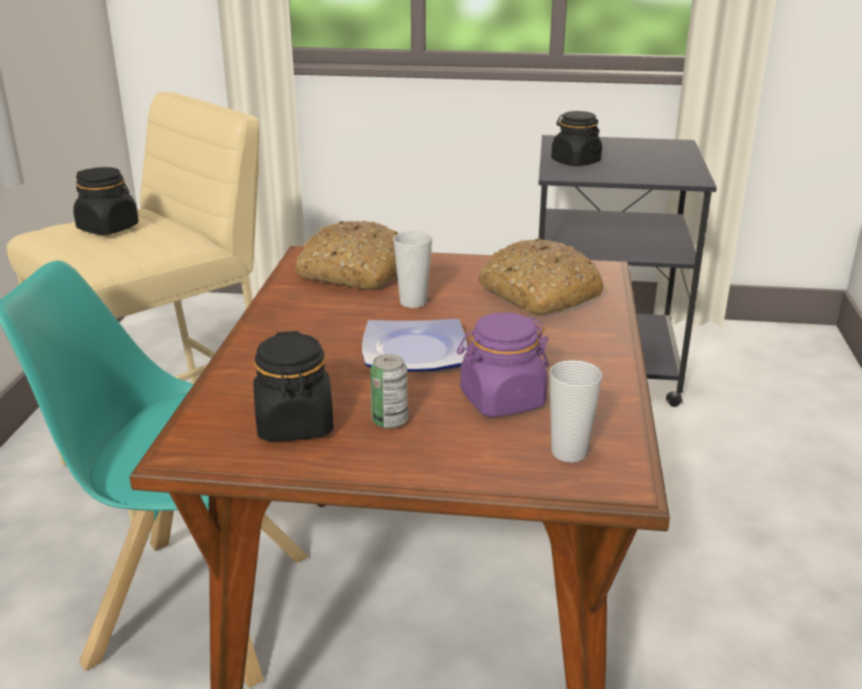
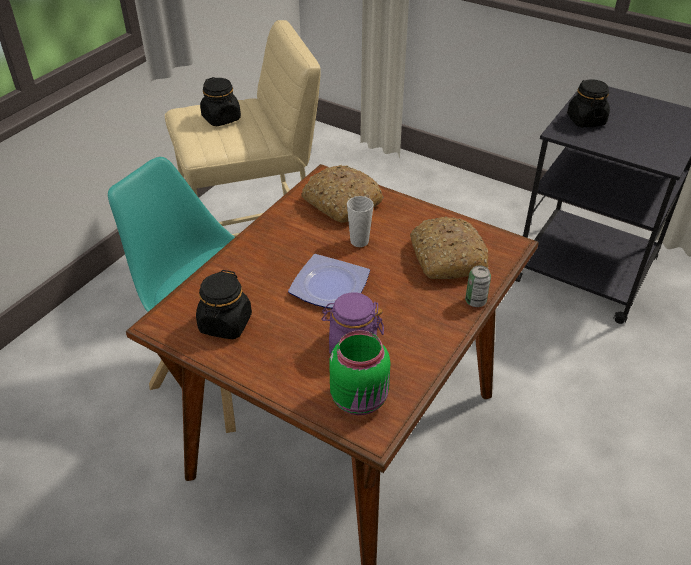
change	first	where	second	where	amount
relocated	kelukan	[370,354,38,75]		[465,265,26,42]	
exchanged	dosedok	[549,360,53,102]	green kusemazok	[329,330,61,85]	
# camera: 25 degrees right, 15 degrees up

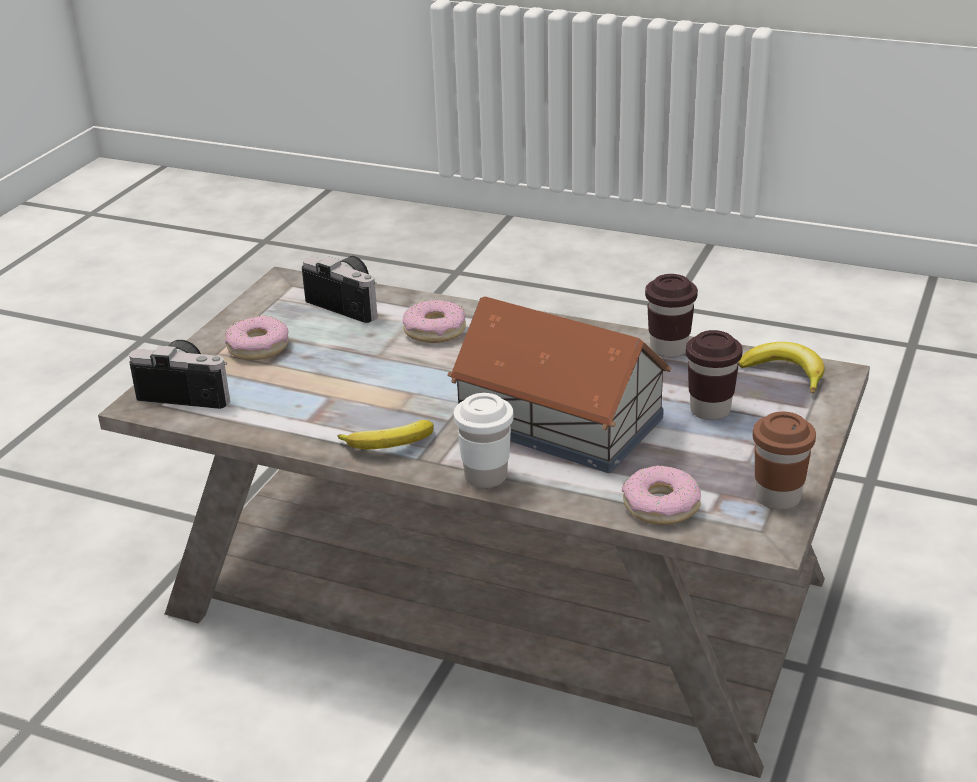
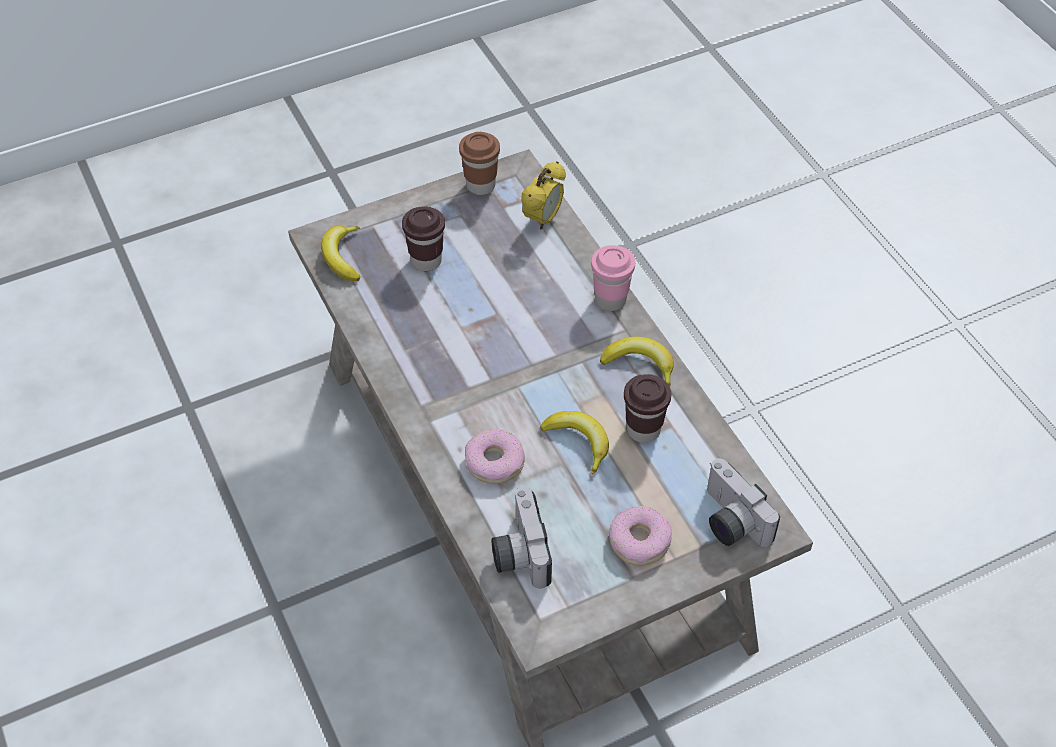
change	first	where	second	where	amount
relocated	brown dosedok	[645,274,53,84]		[624,374,47,69]	
missing	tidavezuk	[447,297,224,176]			
colour	white dosedok	[454,393,60,95]	pink dosedok	[591,245,44,66]	
exchanged	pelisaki	[622,465,79,60]	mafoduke	[521,161,45,69]	
appeared			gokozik	[540,411,69,64]	
# camera: 140 degrees left, 20 degrees up

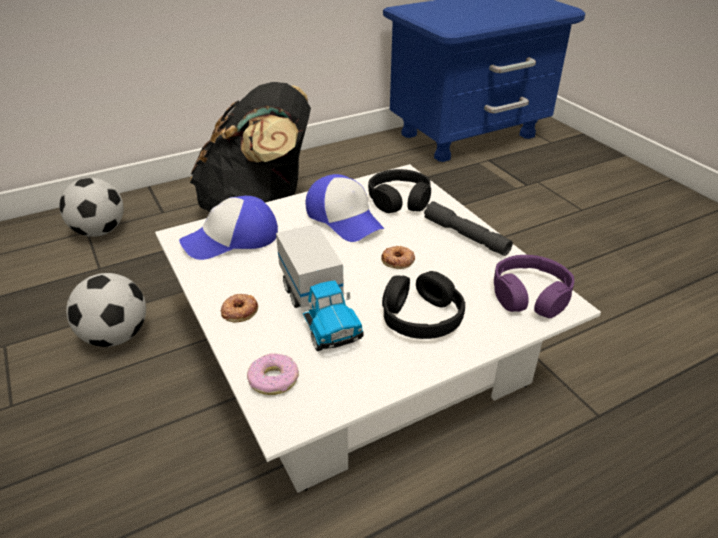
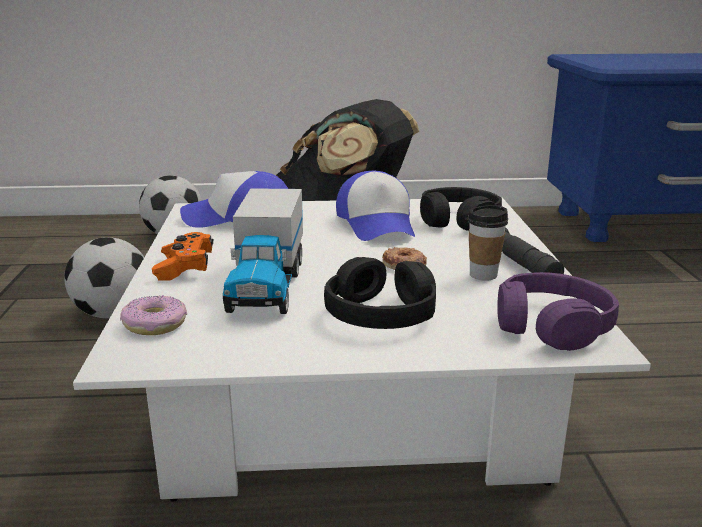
change	first	where	second	where	amount
exchanged	pelisaki	[221,294,37,29]	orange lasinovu	[152,232,61,49]	
appeared			dosedok	[468,205,40,76]	
# camera: 25 degrees right, 15 degrees down

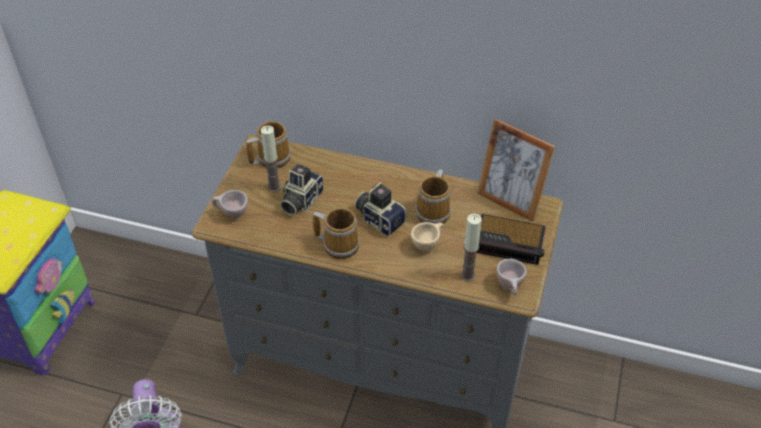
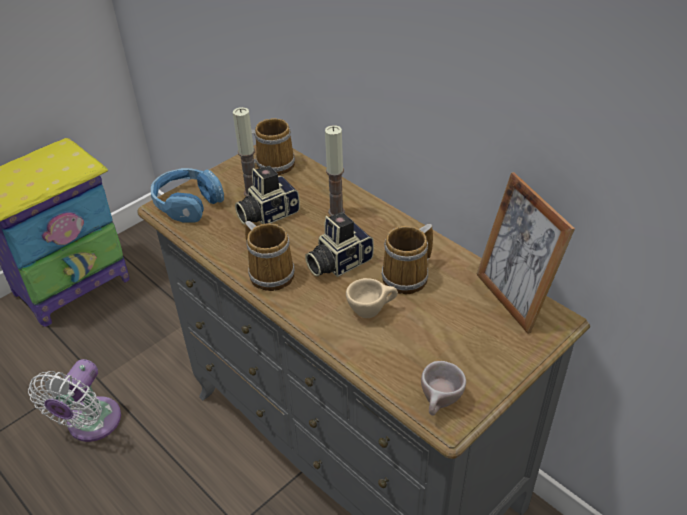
change	first	where	second	where	amount
spun	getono	[355,182,53,54]		[305,212,69,65]	105 degrees counterclockwise
exchanged	beige dosedok	[212,190,36,28]	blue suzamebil	[151,168,73,55]	
relocated	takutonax	[461,214,21,68]		[325,125,20,91]	
missing	mafoduke	[476,214,70,51]			
# camera: 30 degrees right, 5 degrees down

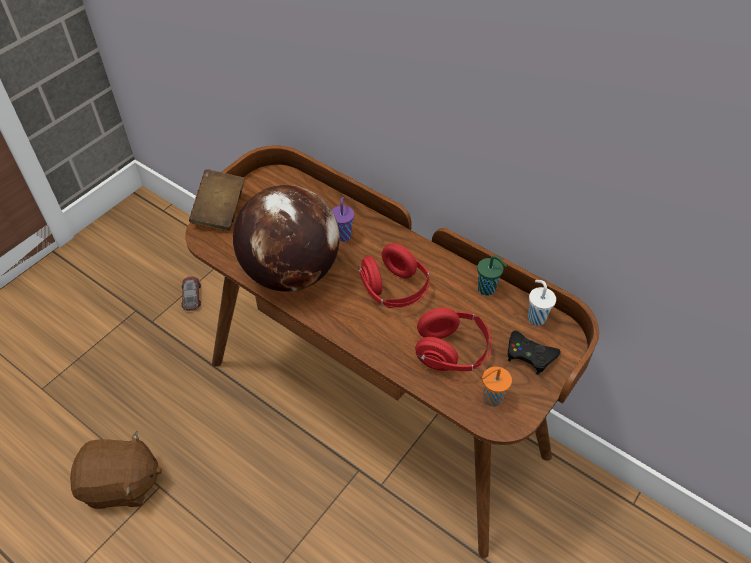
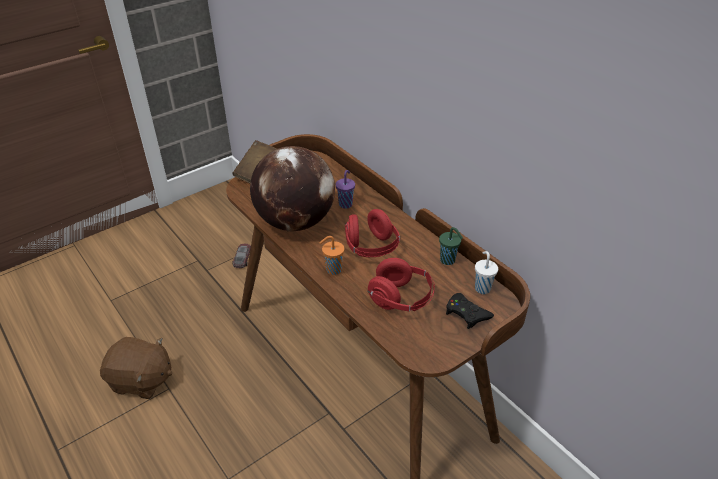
change	first	where	second	where	amount
relocated	orange dosedok	[482,367,30,40]		[319,236,25,39]	
# camera: 15 degrees right, 10 degrees down

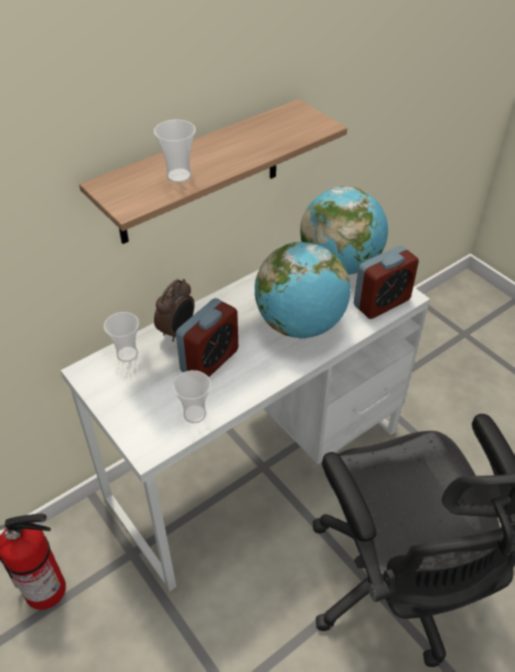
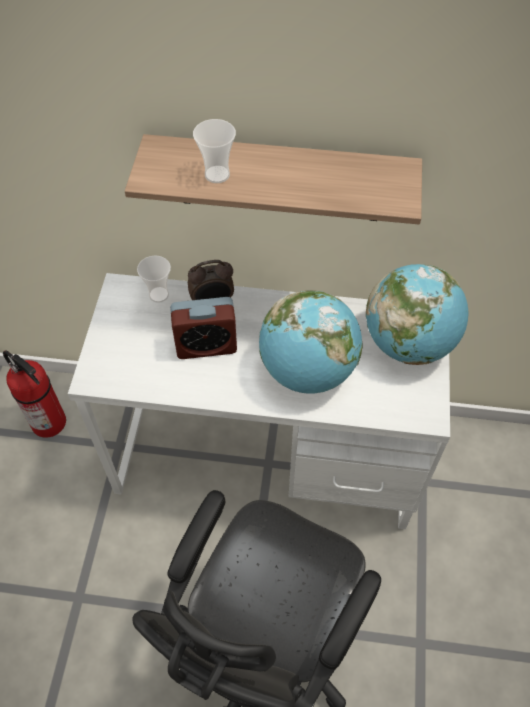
change	first	where	second	where	amount
missing	mafoduke	[354,246,65,73]			
missing	dosedok	[173,370,38,53]			
# camera: 45 degrees right, 10 degrees up

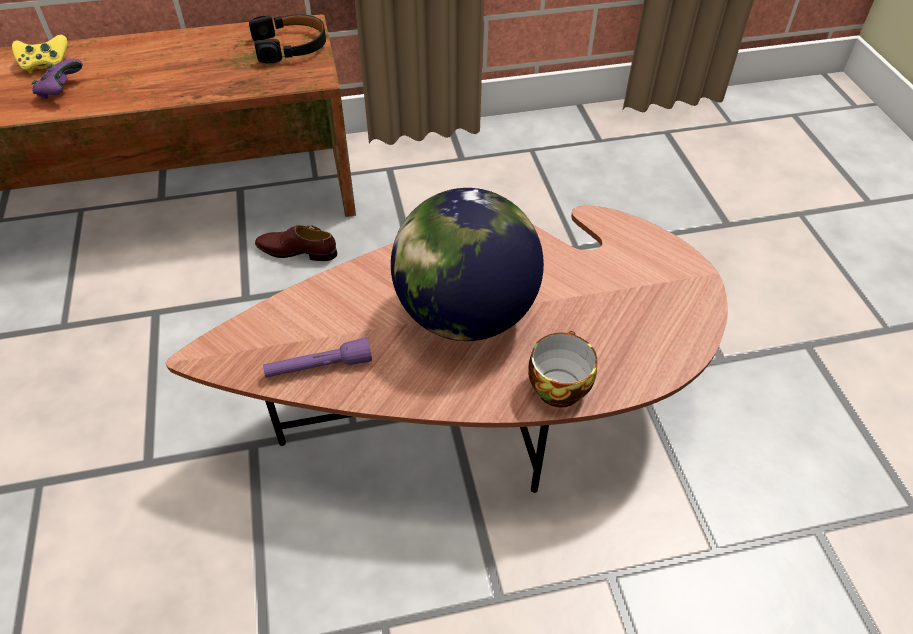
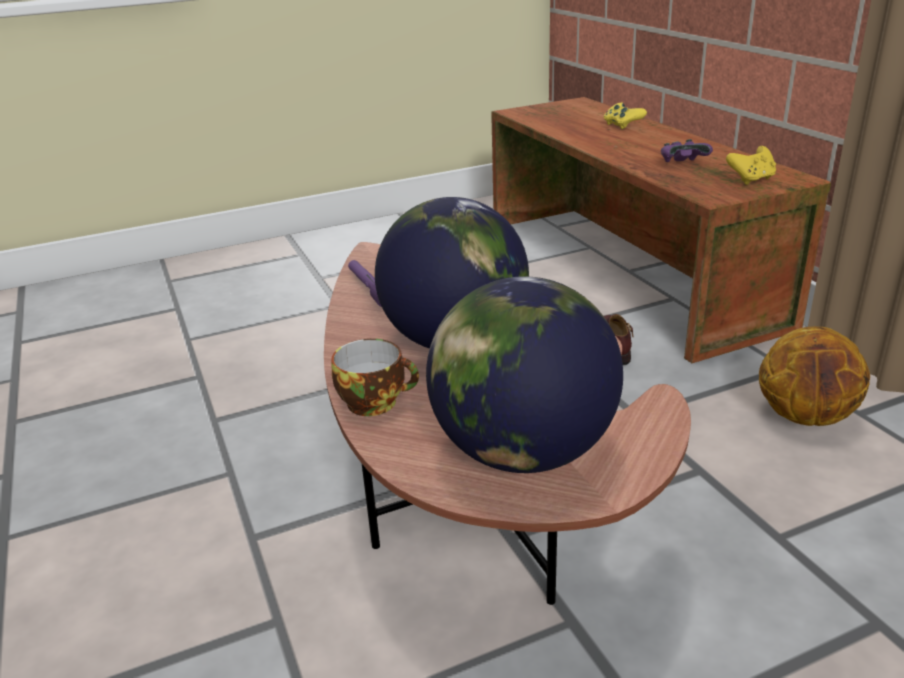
change	first	where	second	where	amount
exchanged	black suzamebil	[249,14,77,49]	yellow lasinovu	[726,146,50,39]	
relocated	purple lasinovu	[31,59,52,40]		[661,139,52,23]	
appeared			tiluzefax	[426,276,197,197]	
appeared			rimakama	[759,326,111,100]	
# camera: 80 degrees right, 20 degrees down

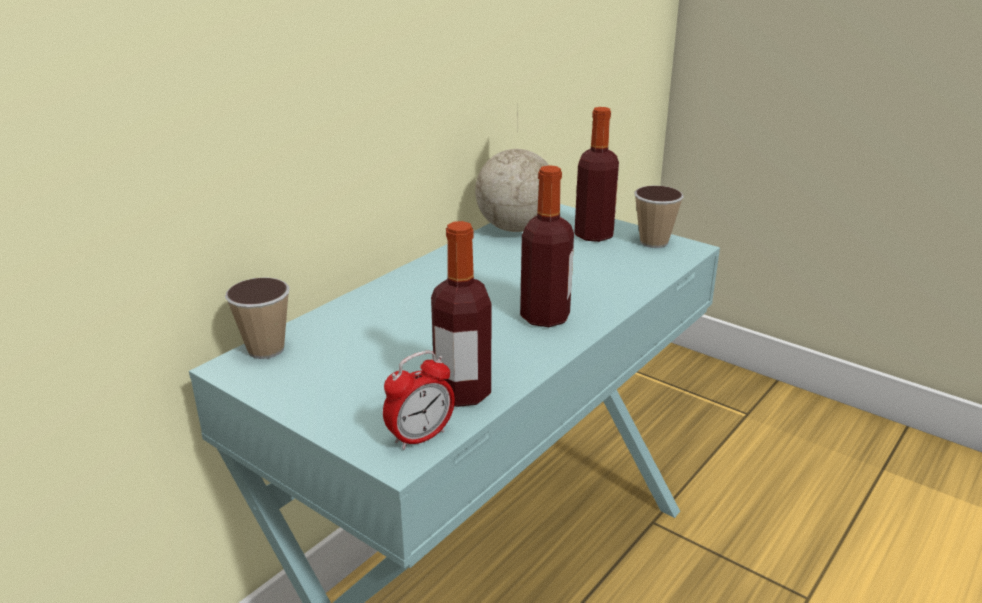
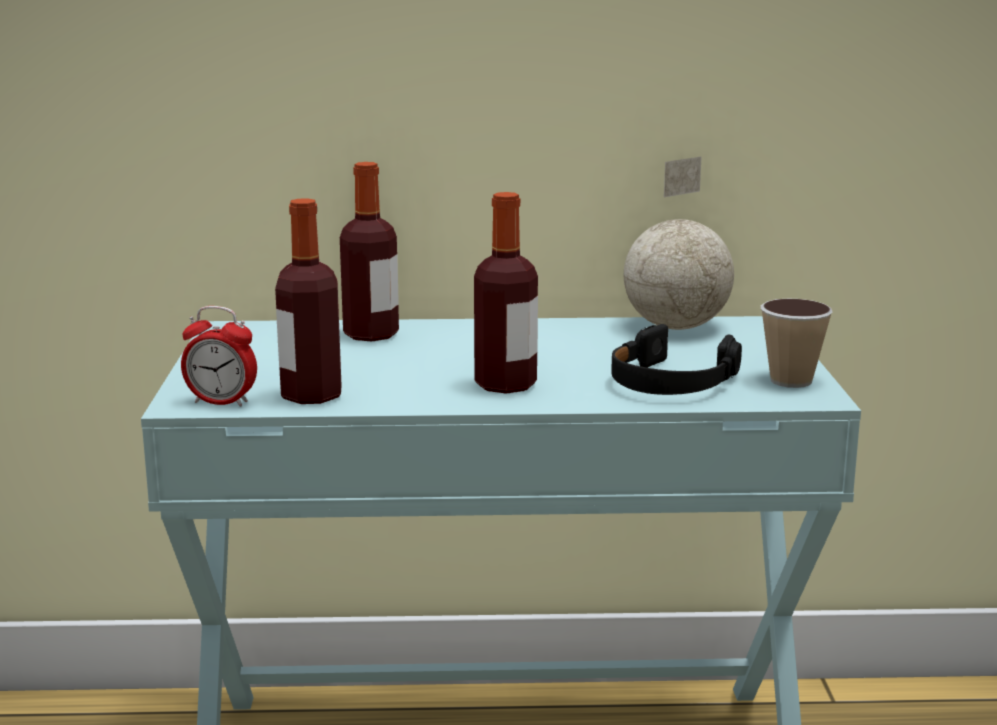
change	first	where	second	where	amount
relocated	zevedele	[574,107,45,135]		[340,162,59,180]	
missing	dosedok	[225,277,65,82]			
appeared			black suzamebil	[611,324,131,71]	
# camera: 50 degrees right, 10 degrees down

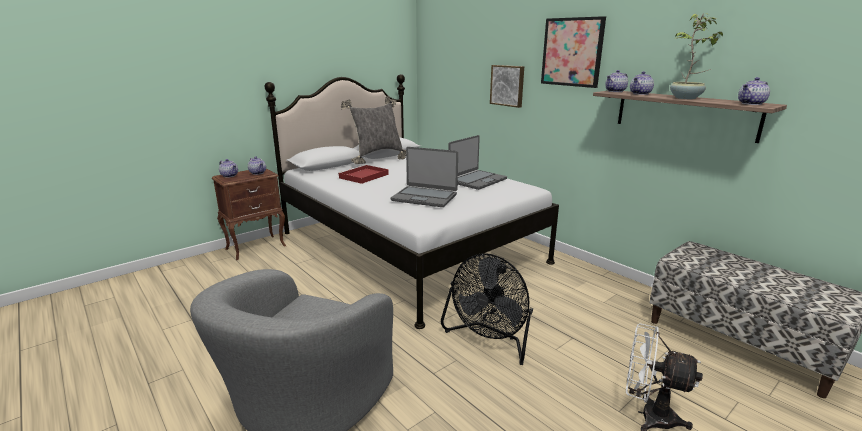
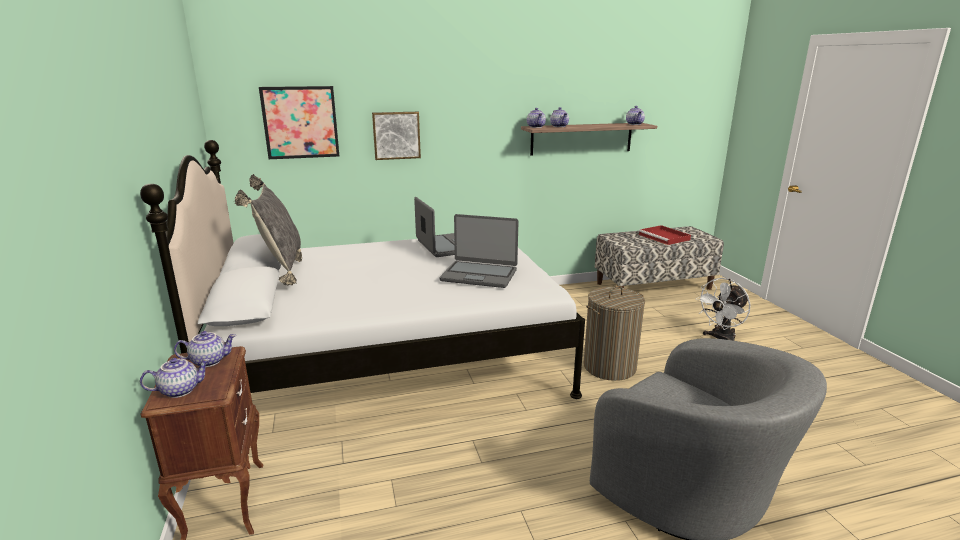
change	first	where	second	where	amount
missing	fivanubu	[670,13,53,86]			
relocated	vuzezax	[541,16,65,72]		[259,86,80,73]	
spun	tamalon	[391,147,67,60]		[440,214,79,74]	60 degrees clockwise
relocated	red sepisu	[338,165,51,19]		[639,225,52,20]	
exchanged	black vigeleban	[441,253,92,112]	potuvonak	[584,285,61,96]	
# camera: 65 degrees left, 0 degrees up

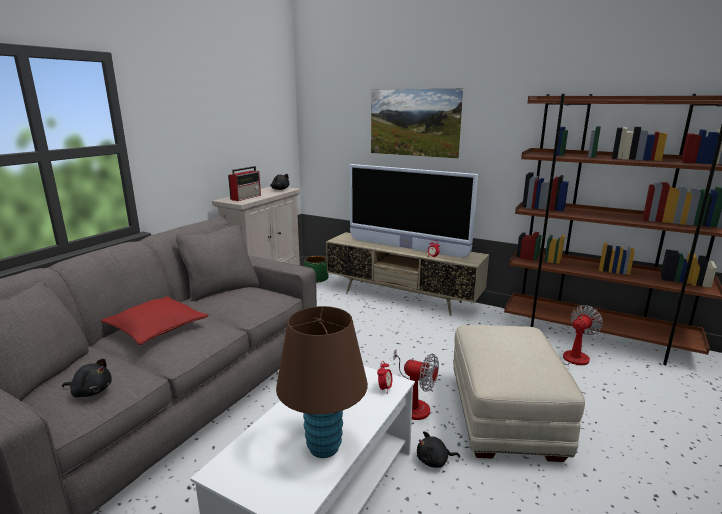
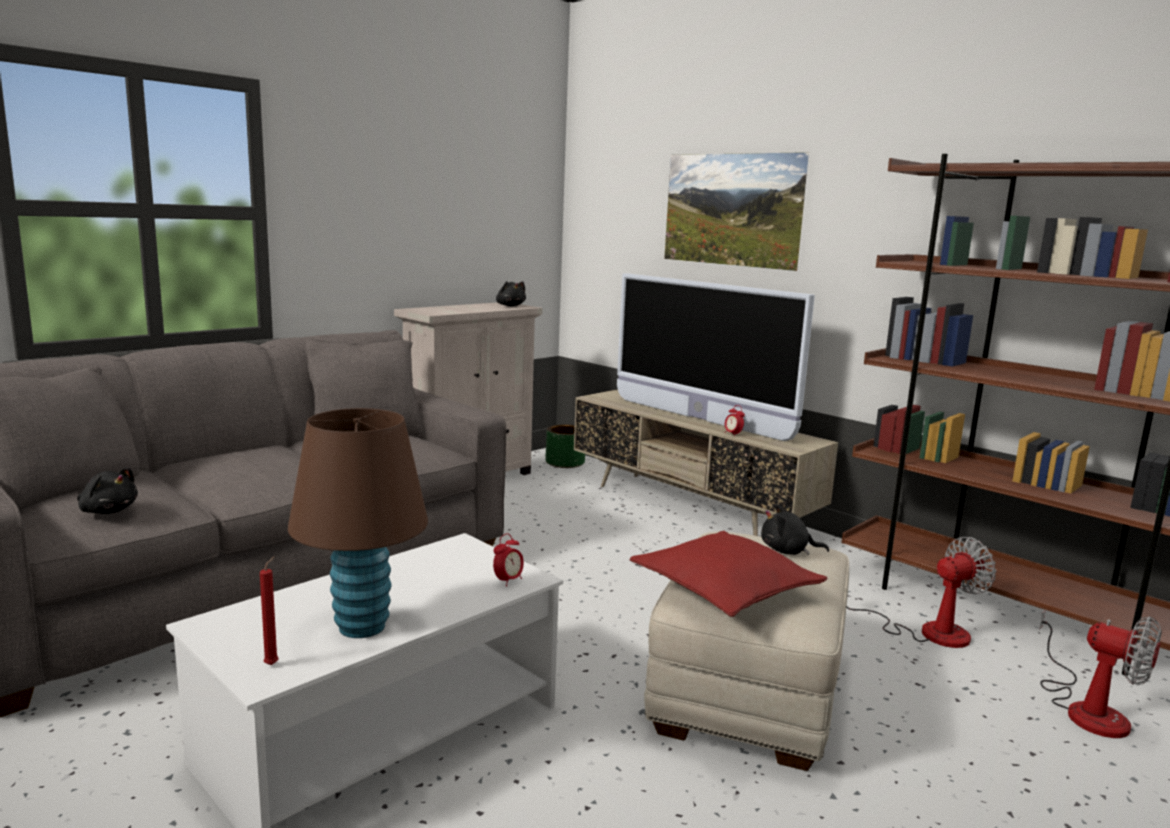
change	first	where	second	where	amount
missing	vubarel	[228,166,33,35]			
relocated	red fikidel	[101,296,107,49]		[630,531,198,86]	
relocated	vigeleban	[394,349,45,71]		[1039,609,123,129]	
relocated	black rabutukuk	[417,431,43,37]		[761,504,68,51]	
appeared			red takutonax	[260,556,19,109]	
# camera: 15 degrees right, 5 degrees down

